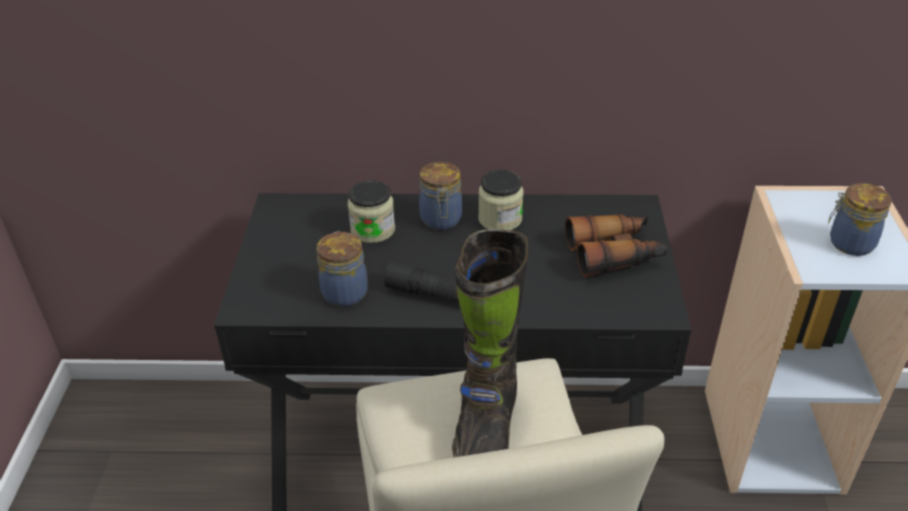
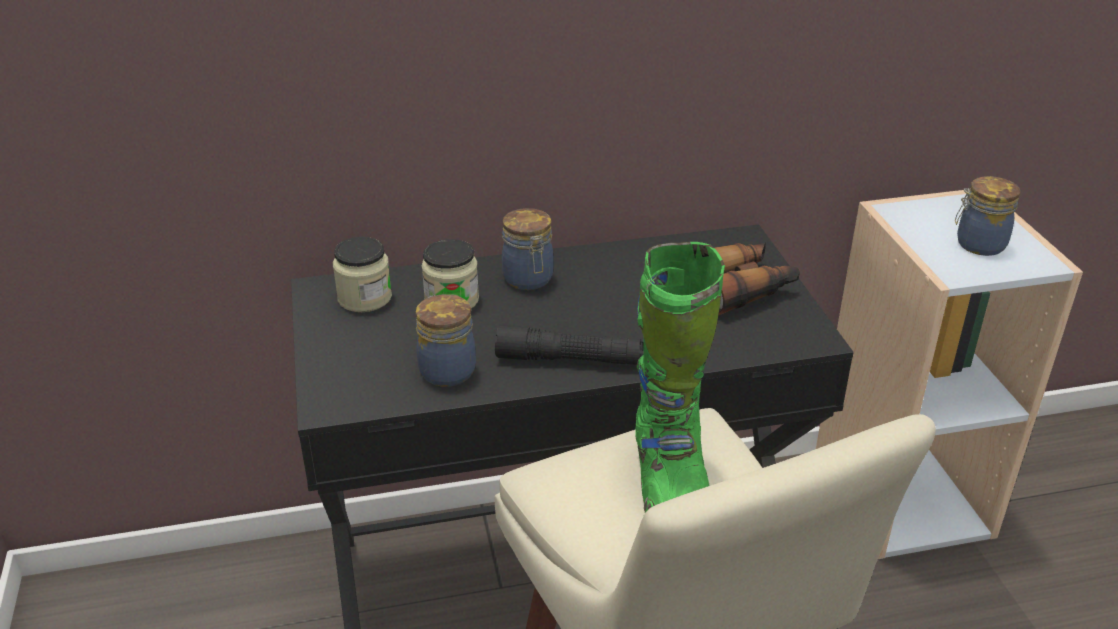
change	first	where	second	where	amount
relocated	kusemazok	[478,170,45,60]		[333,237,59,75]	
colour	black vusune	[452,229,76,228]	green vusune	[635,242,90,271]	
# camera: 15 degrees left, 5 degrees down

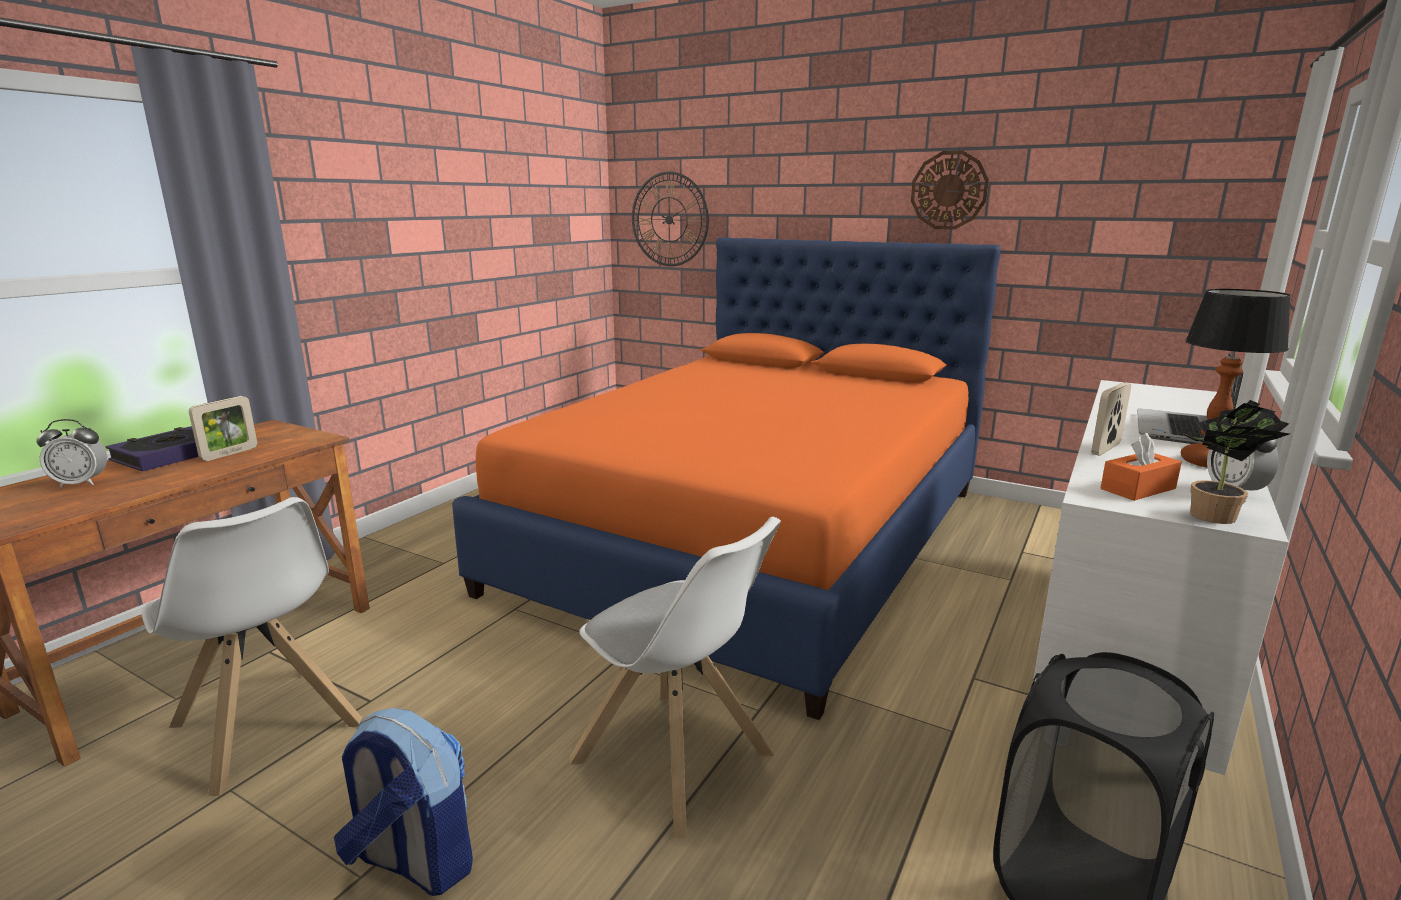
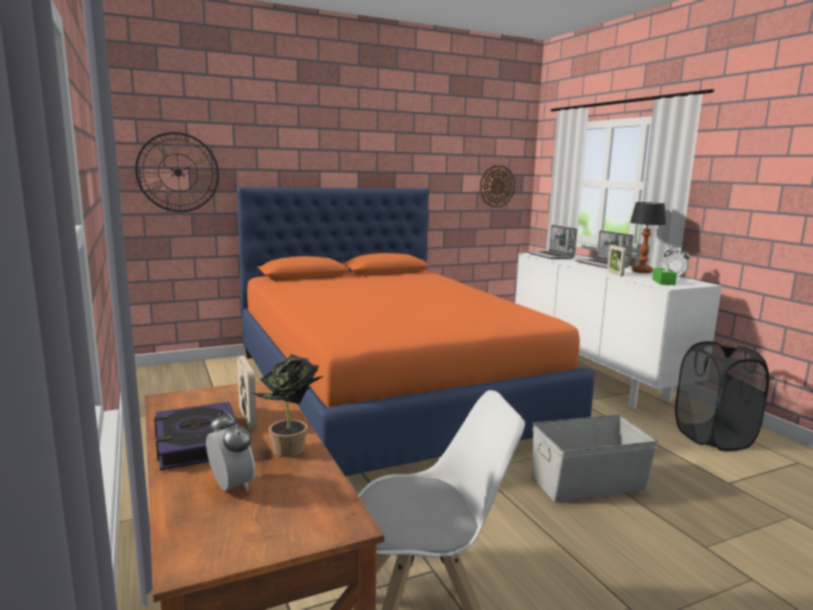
change	first	where	second	where	amount
relocated	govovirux	[911,151,78,78]		[480,165,35,42]	
relocated	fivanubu	[1181,400,108,124]		[252,354,71,103]	
spun	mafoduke	[37,419,70,69]		[206,409,49,82]	60 degrees counterclockwise
colour	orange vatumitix	[1101,433,81,68]	green vatumitix	[652,259,25,26]	
exchanged	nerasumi	[569,517,212,321]	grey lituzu	[532,415,126,87]	
missing	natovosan	[334,708,139,188]			
appeared			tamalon	[527,225,50,34]	
# camera: 55 degrees left, 5 degrees down

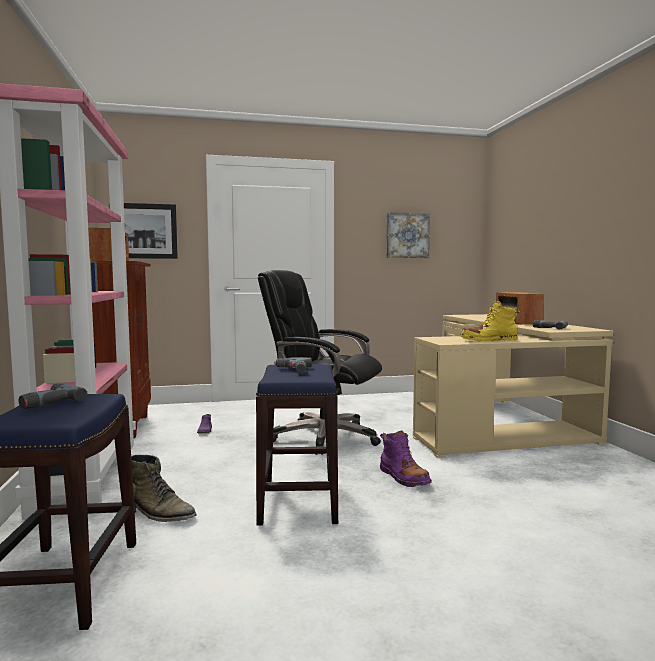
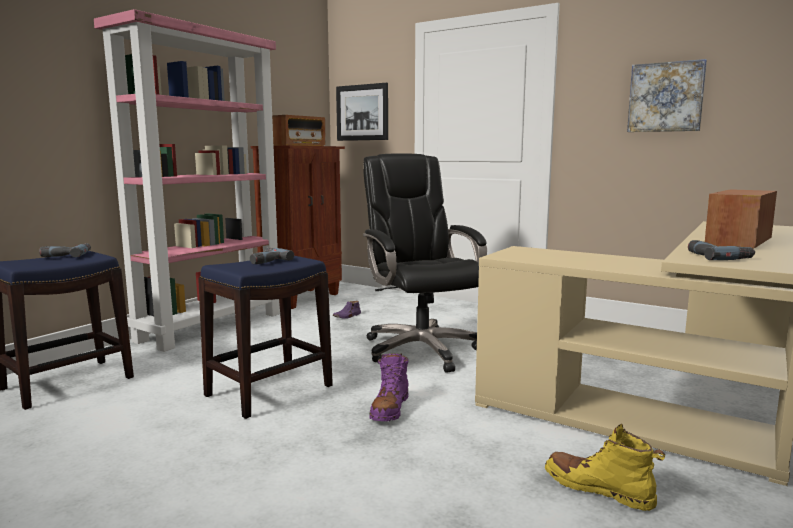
change	first	where	second	where	amount
relocated	yellow vusune	[459,301,61,40]		[545,424,120,87]	
missing	green vusune	[131,455,65,67]			
# camera: 45 degrees right, 5 degrees up

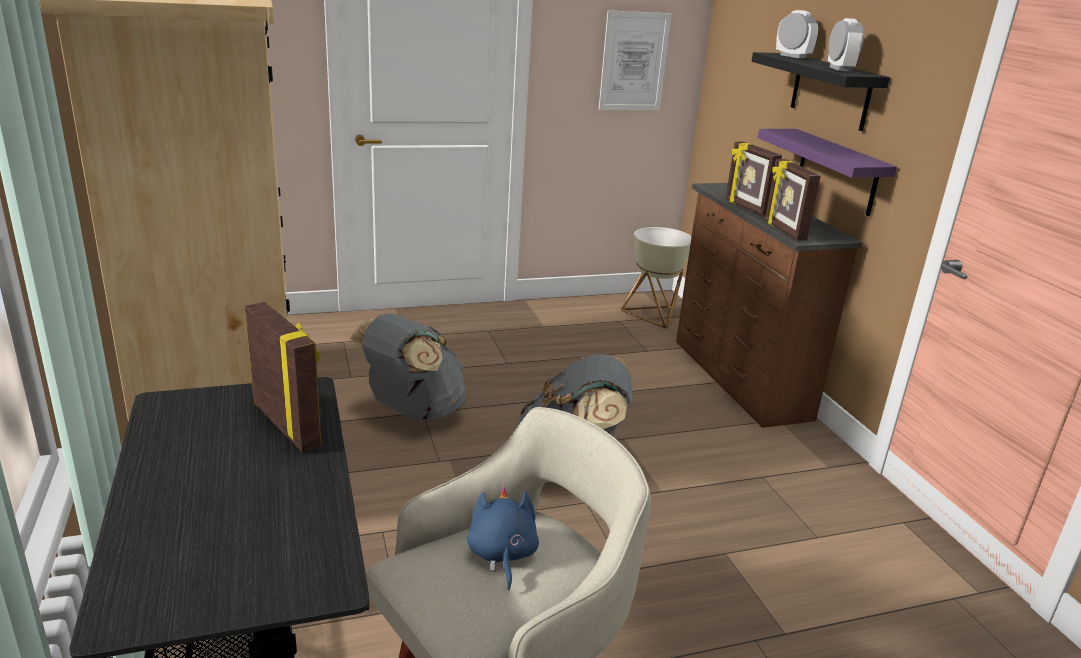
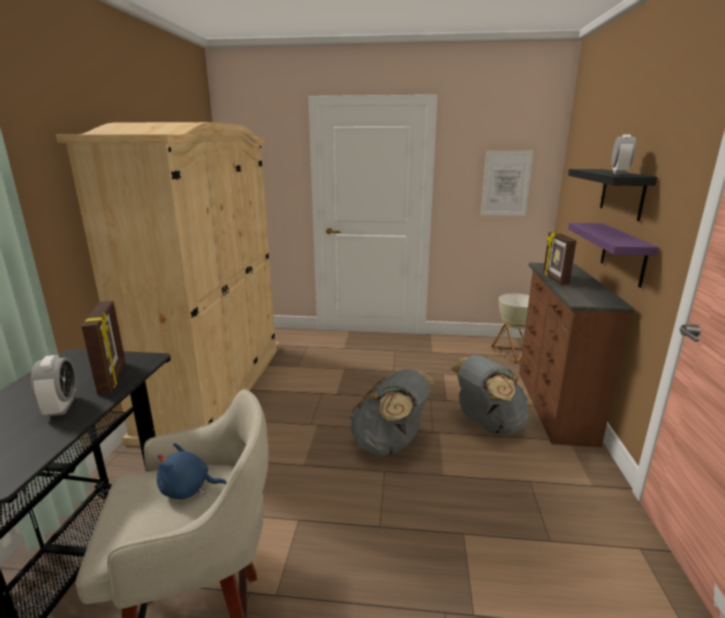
change	first	where	second	where	amount
relocated	mafoduke	[776,10,42,48]		[31,355,45,62]	
missing	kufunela	[765,159,56,82]			
relocated	grey natovosan	[350,313,116,108]		[450,355,79,80]	
spun	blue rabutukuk	[467,486,72,104]		[157,443,70,56]	105 degrees counterclockwise
# camera: 25 degrees right, 5 degrees down

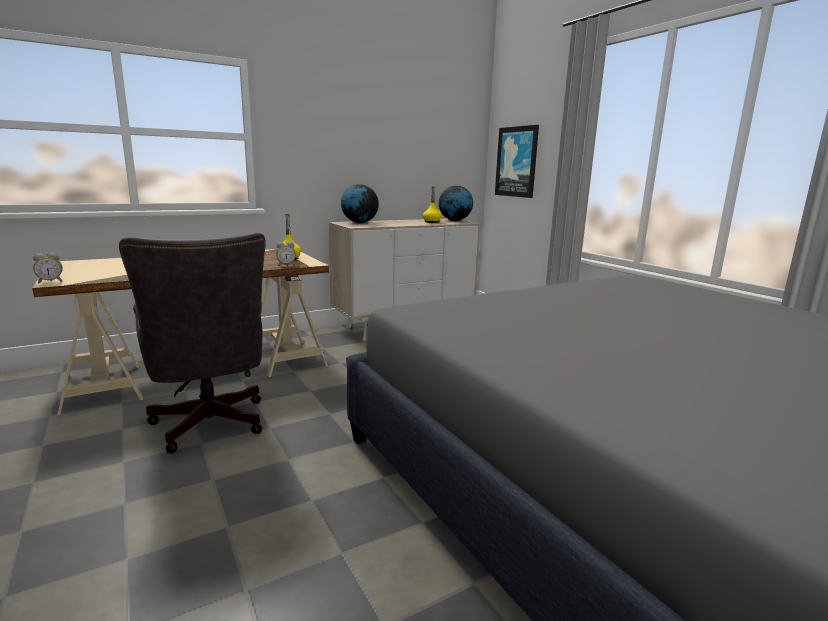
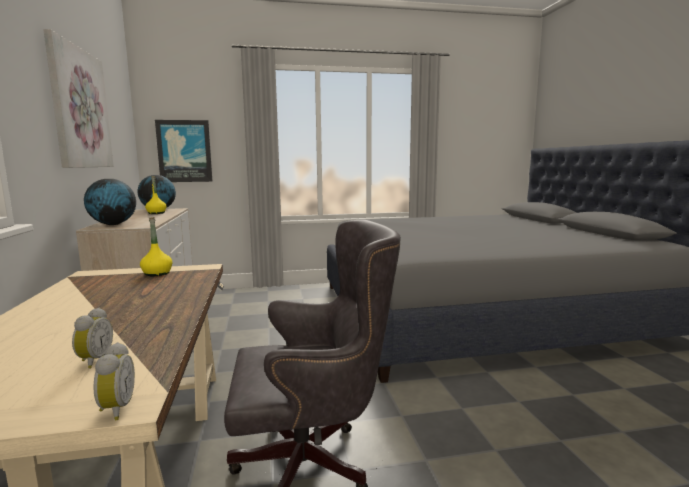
change	first	where	second	where	amount
relocated	mafoduke	[276,242,20,24]		[72,308,41,61]	
appeared			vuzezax	[43,29,71,139]	
# camera: 70 degrees left, 5 degrees down

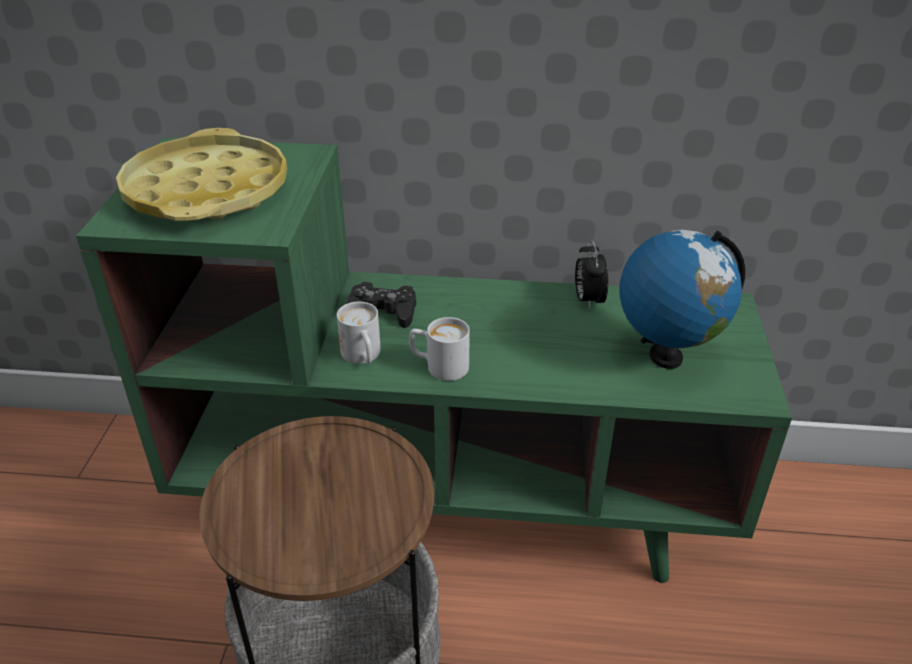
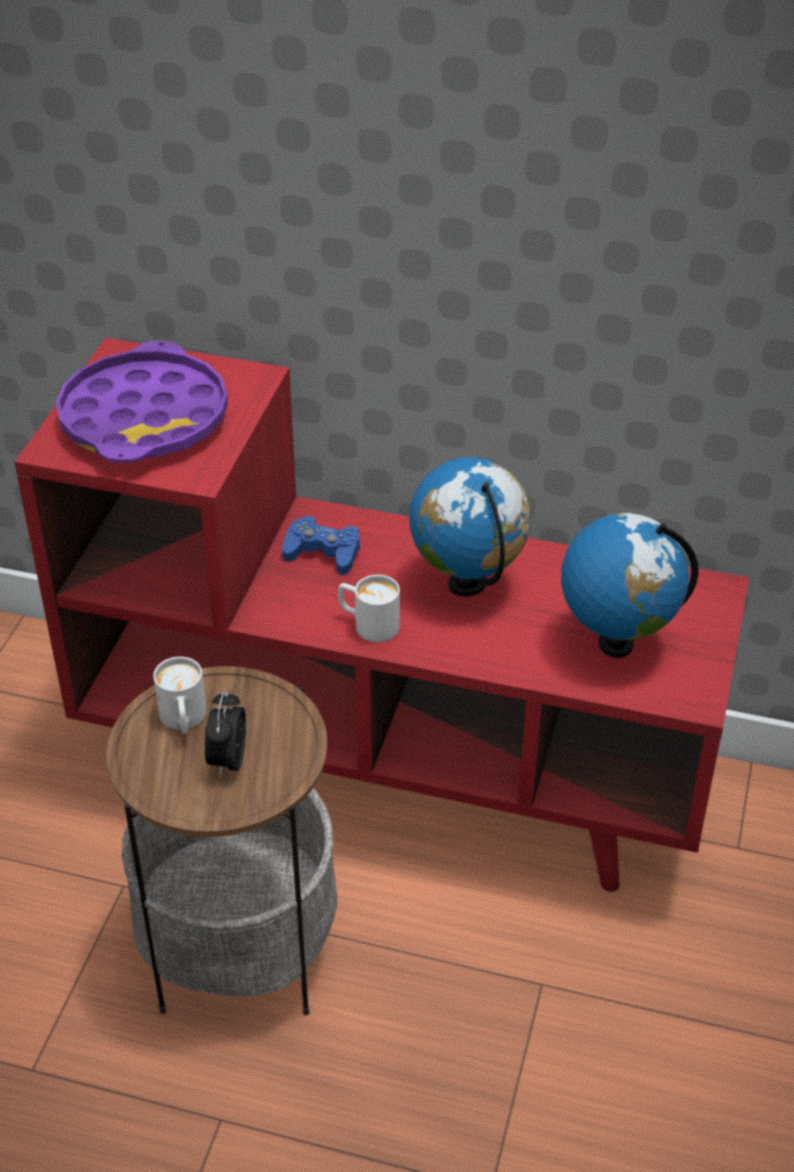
change	first	where	second	where	amount
colour	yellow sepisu	[116,128,171,93]	purple sepisu	[56,341,172,122]	
colour	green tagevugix	[76,137,716,446]	red tagevugix	[14,337,735,555]	
relocated	mafoduke	[575,240,33,71]		[205,692,41,85]	
colour	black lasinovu	[347,282,69,46]	blue lasinovu	[282,516,78,59]	
relocated	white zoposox	[337,302,44,62]		[153,657,53,77]	
appeared			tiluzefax	[409,457,122,139]	
# camera: 10 degrees right, 5 degrees up

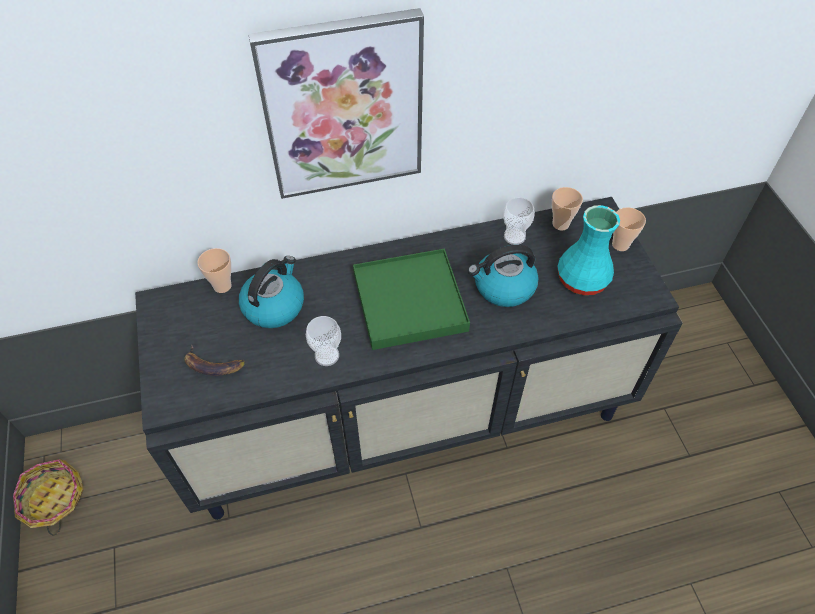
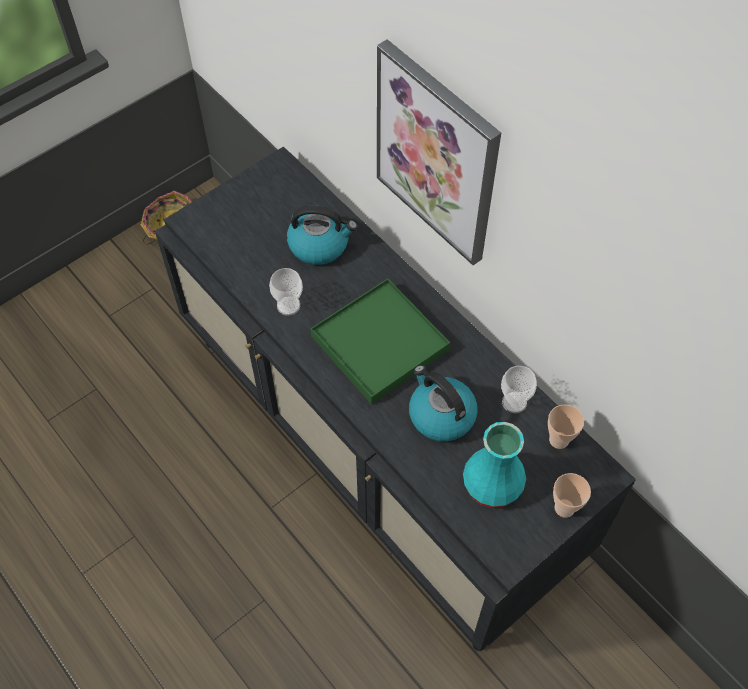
change	first	where	second	where	amount
missing	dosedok	[197,248,35,45]			
missing	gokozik	[184,345,61,31]			
# camera: 65 degrees right, 5 degrees up

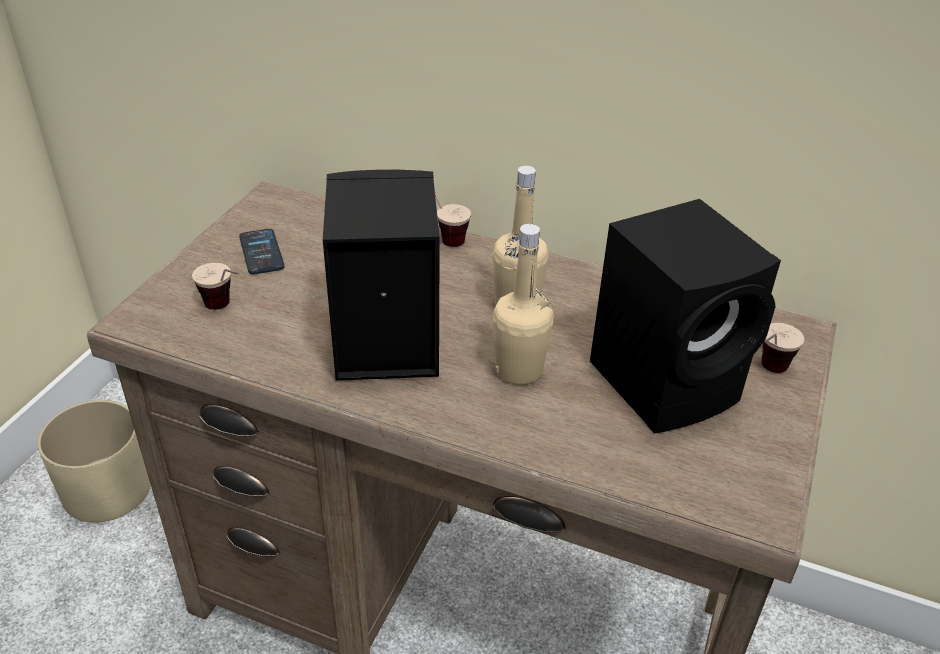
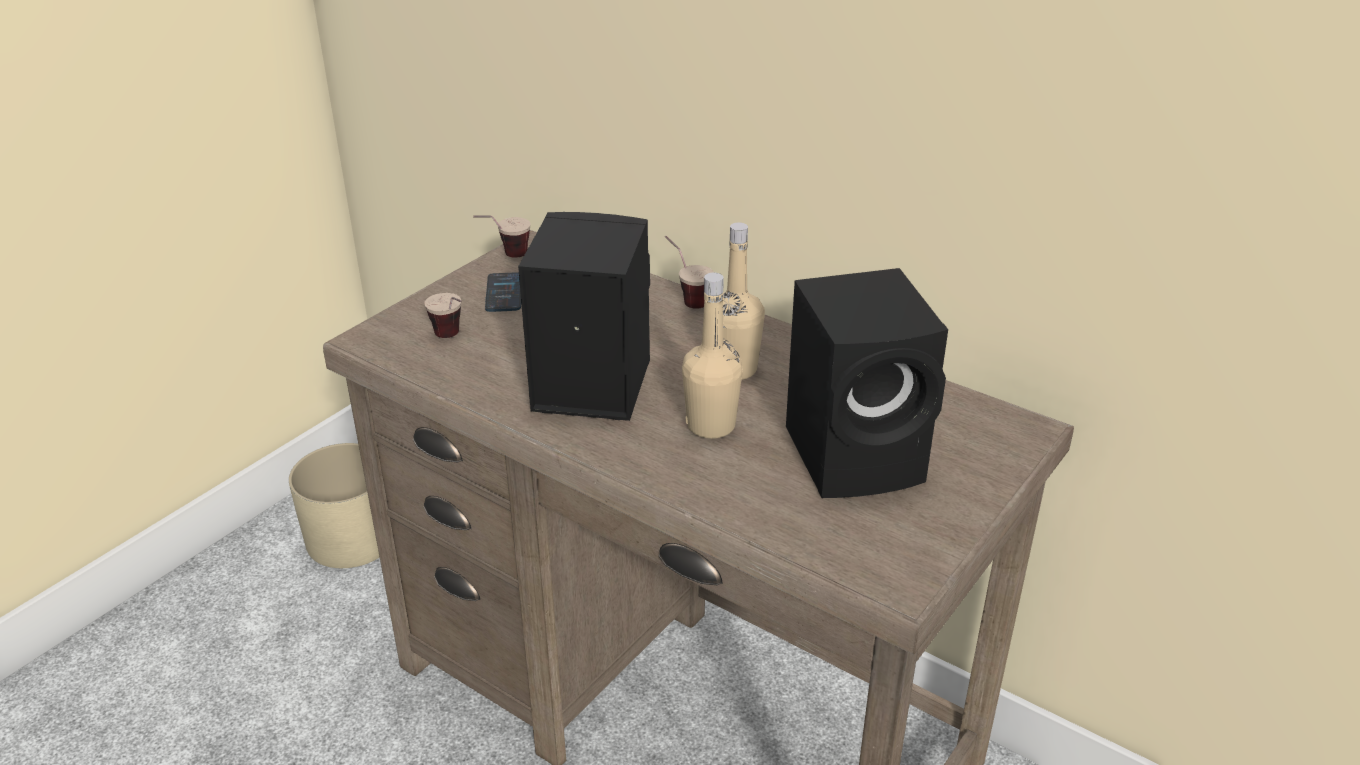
change	first	where	second	where	amount
relocated	dosedok	[761,323,43,50]		[473,216,57,42]	
# camera: 15 degrees right, 5 degrees down

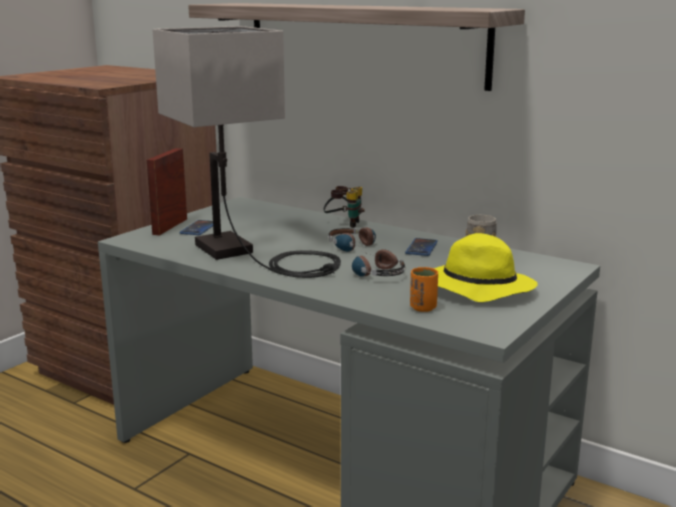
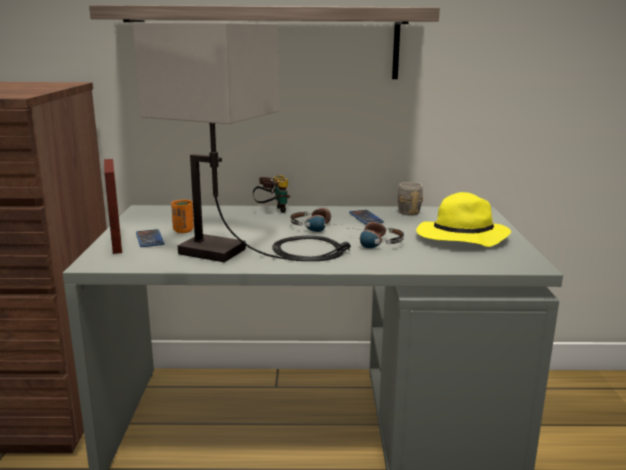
change	first	where	second	where	amount
relocated	orange dosedok	[410,267,28,45]		[171,200,23,33]	
# camera: 35 degrees left, 0 degrees up

